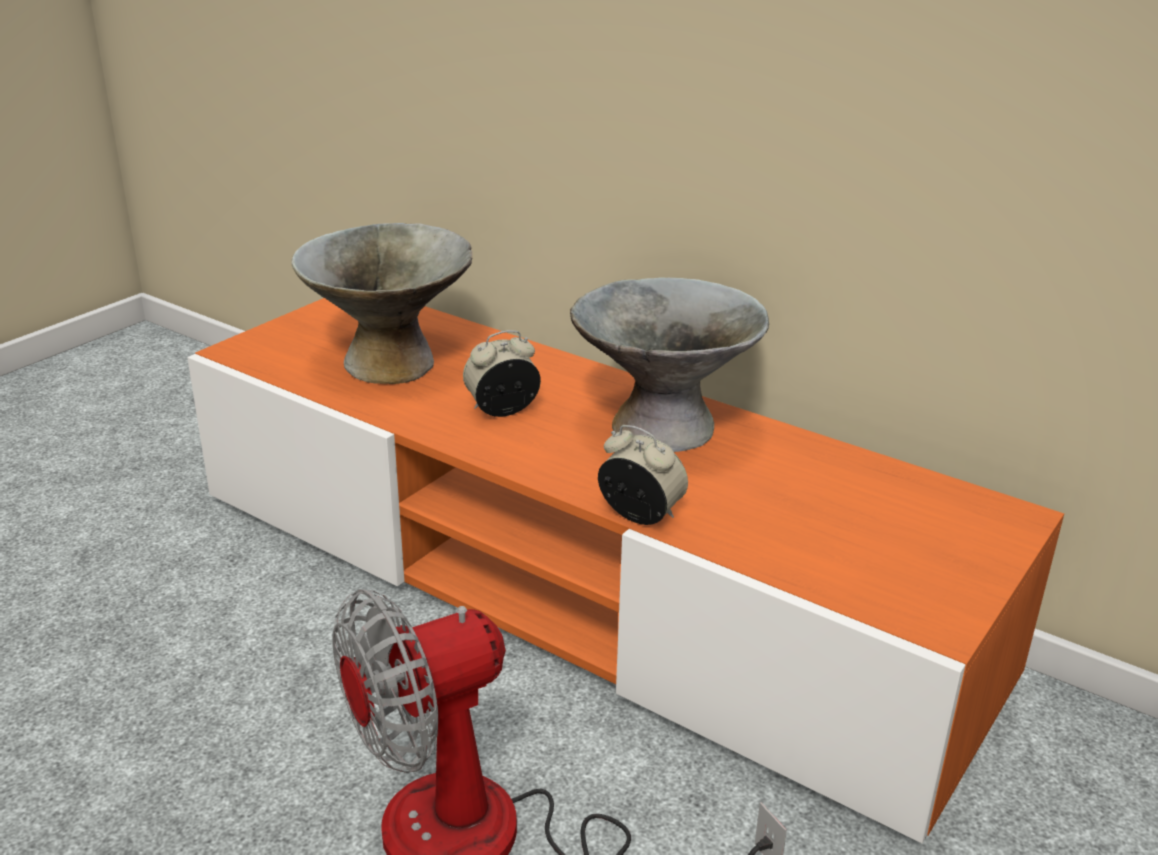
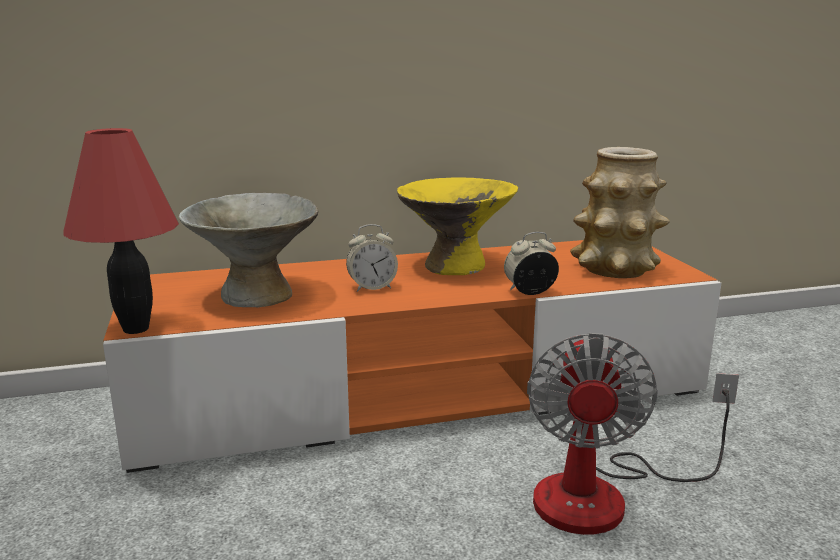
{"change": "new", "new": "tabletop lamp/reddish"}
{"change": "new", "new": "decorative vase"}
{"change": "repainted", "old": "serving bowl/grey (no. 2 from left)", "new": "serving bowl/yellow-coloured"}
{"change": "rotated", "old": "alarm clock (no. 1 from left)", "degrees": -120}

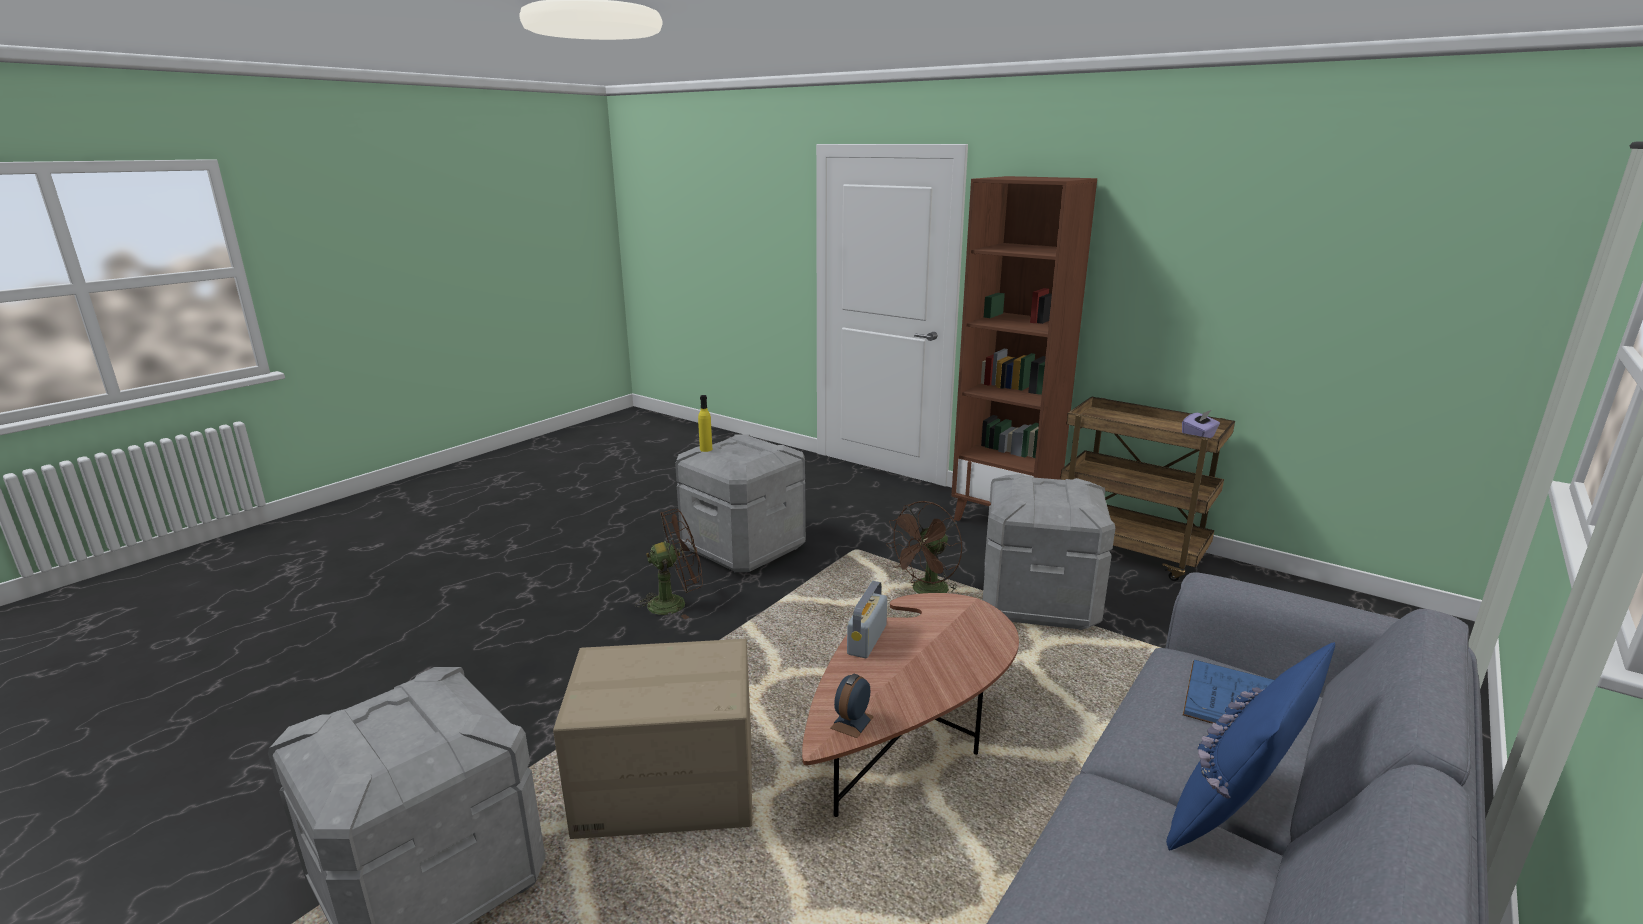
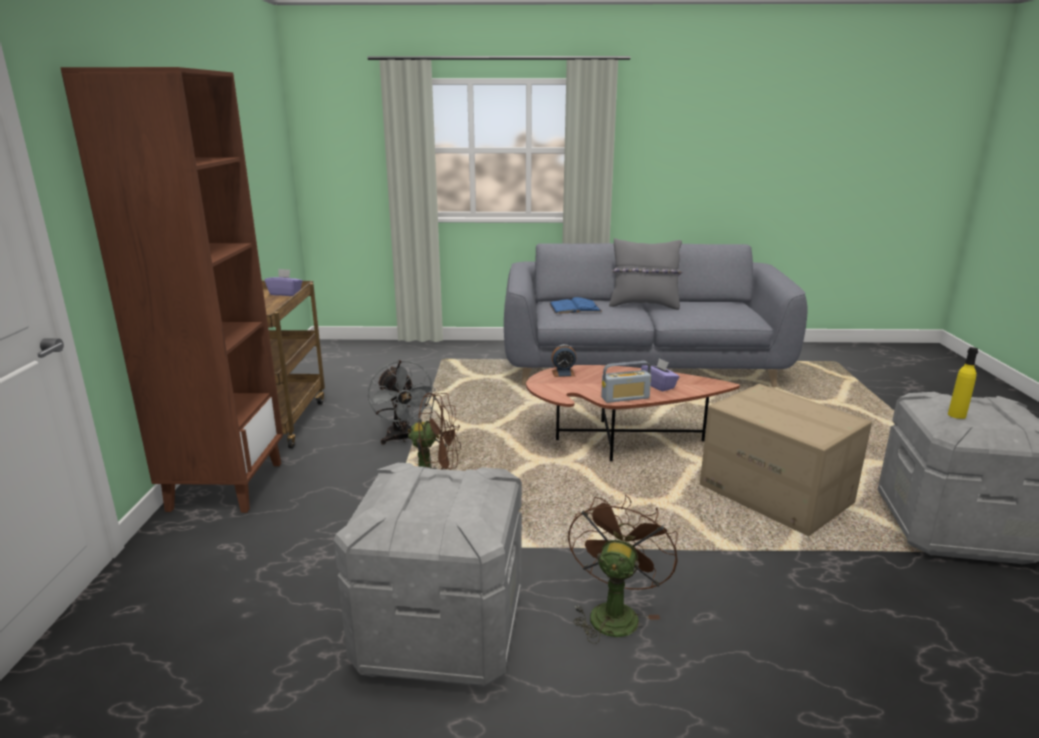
{"change": "new", "new": "box of tissues/purplish (no. 2 from left)"}
{"change": "shifted", "old": "drink bottle/yellow-coloured"}
{"change": "shifted", "old": "alarm clock"}
{"change": "swapped", "old": "storage container/grey (no. 3 from left)", "new": "fan/grey"}
{"change": "repainted", "old": "pillow/blue-coloured", "new": "pillow/grey"}
{"change": "rotated", "old": "fan/brown-coloured (no. 1 from left in the first image)", "degrees": 75}

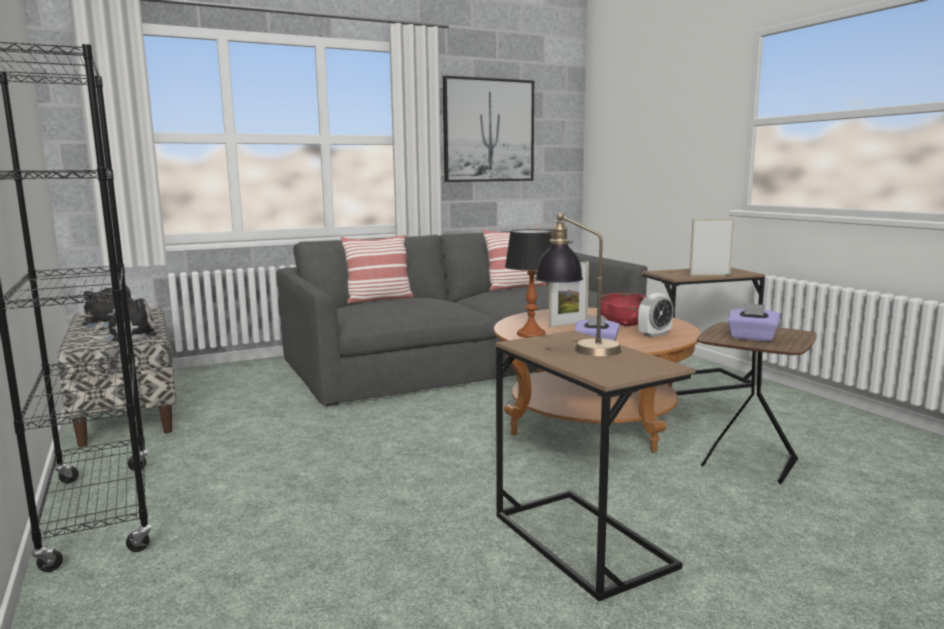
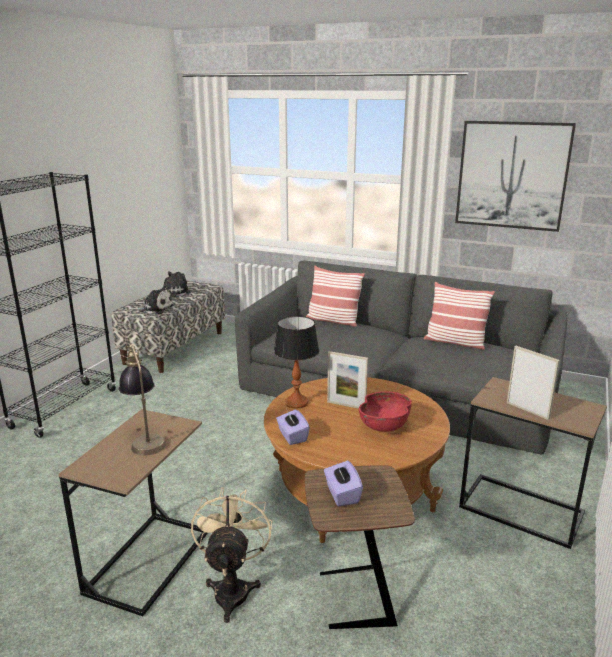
{"change": "gone", "old": "alarm clock"}
{"change": "new", "new": "fan/beige"}

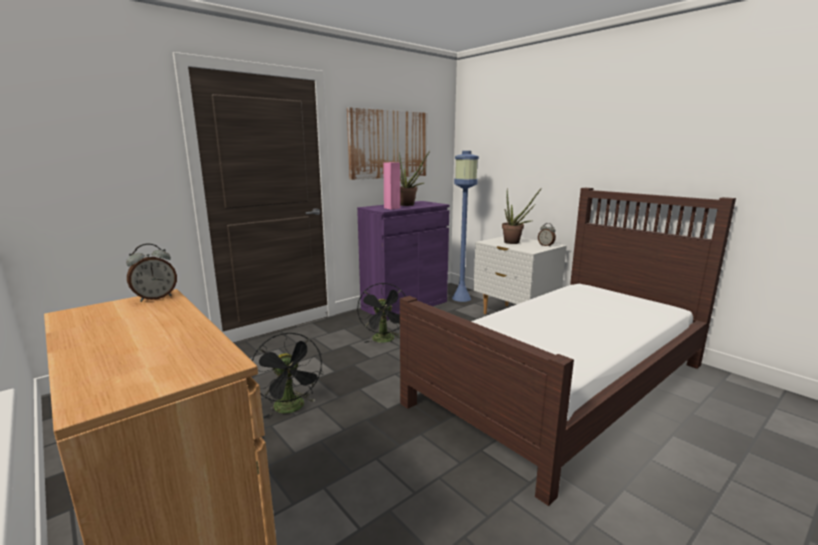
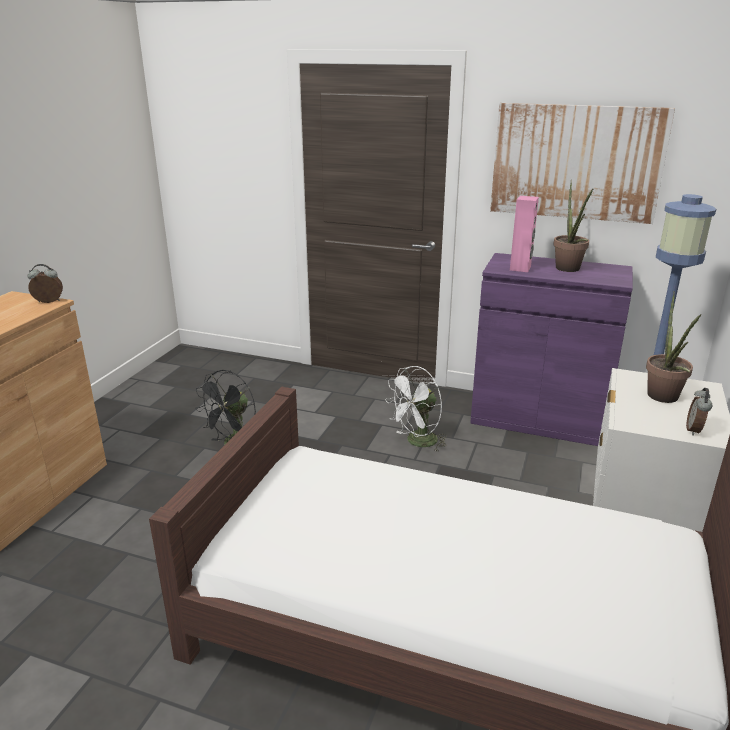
{"change": "repainted", "old": "fan/blackish (no. 2 from left)", "new": "fan/white"}
{"change": "rotated", "old": "alarm clock (no. 1 from left)", "degrees": 150}

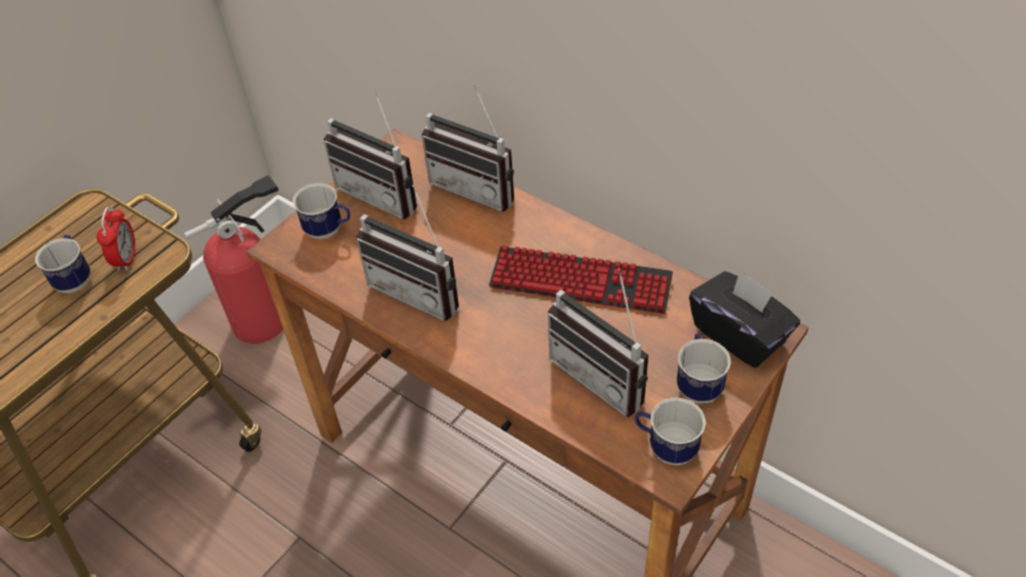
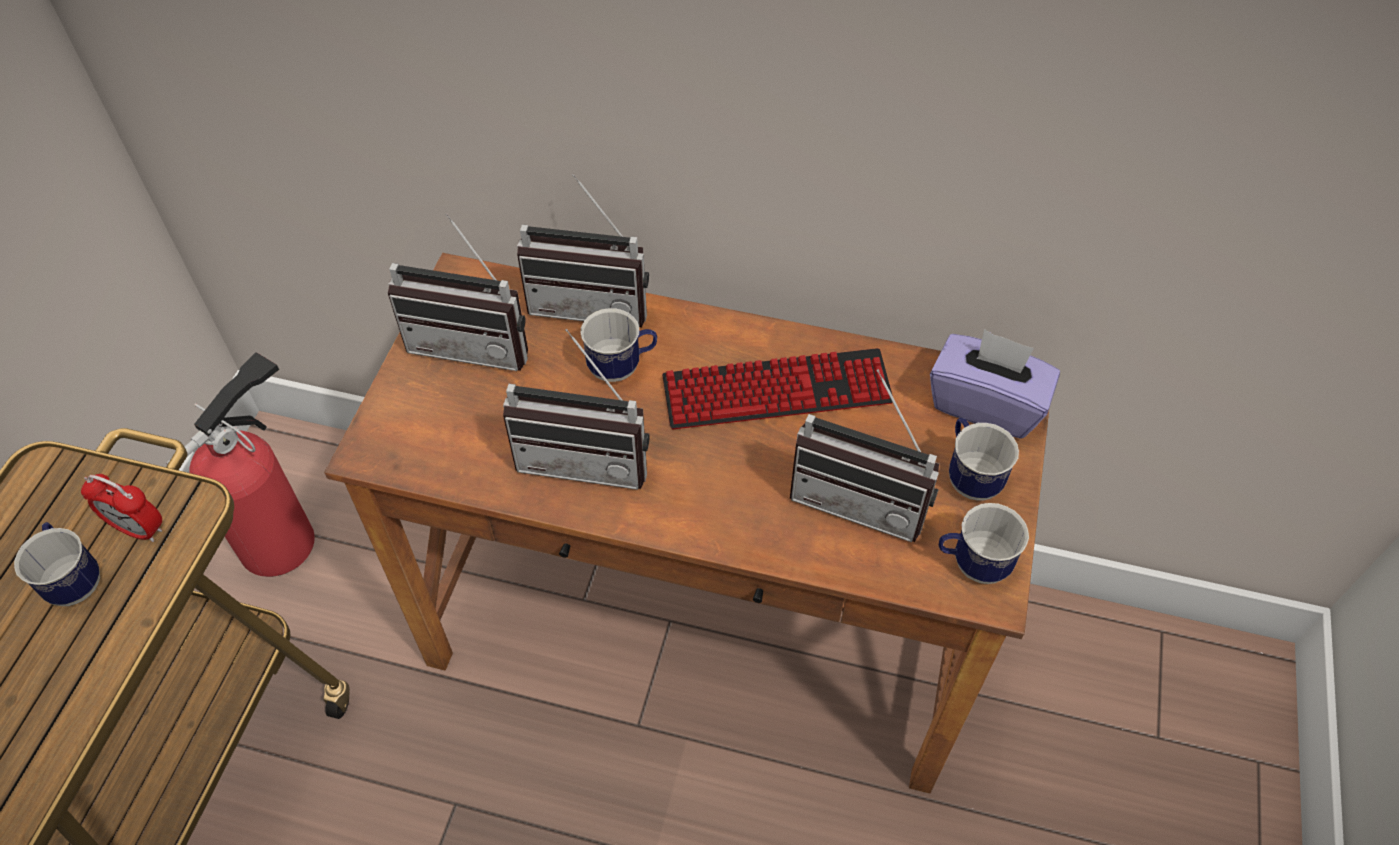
{"change": "shifted", "old": "tea mug (no. 2 from left)"}
{"change": "repainted", "old": "box of tissues/blackish", "new": "box of tissues/purplish"}
{"change": "rotated", "old": "alarm clock", "degrees": 135}

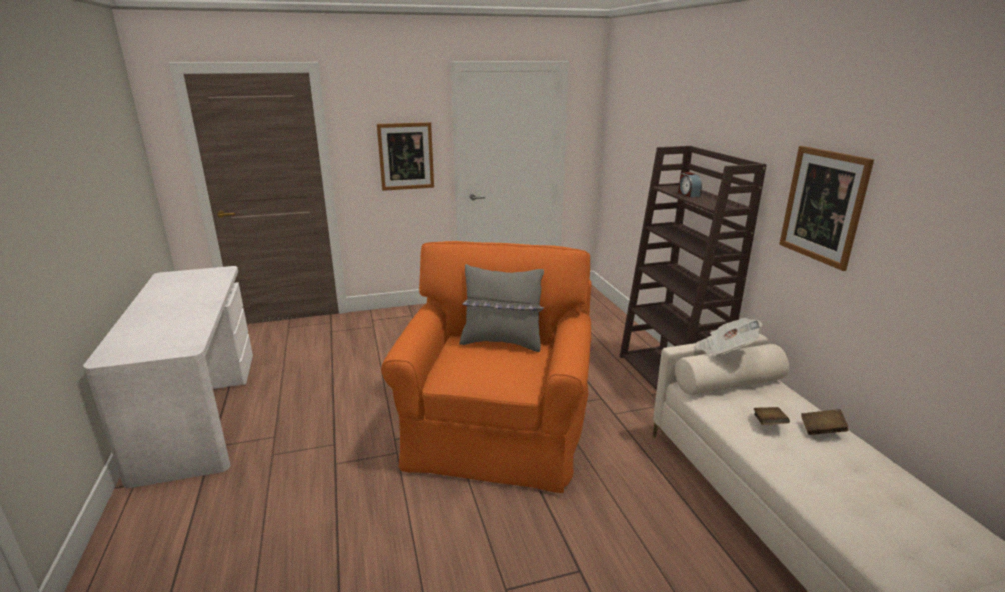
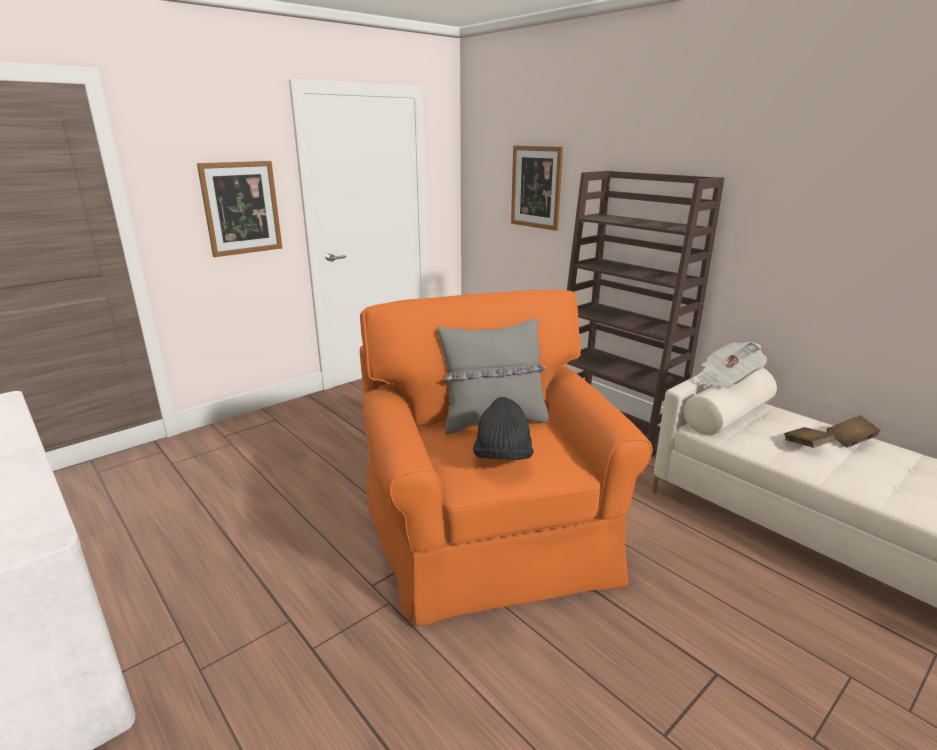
{"change": "gone", "old": "alarm clock"}
{"change": "new", "new": "wearable hat/blackish"}
{"change": "shifted", "old": "wall art (no. 2 from left)"}

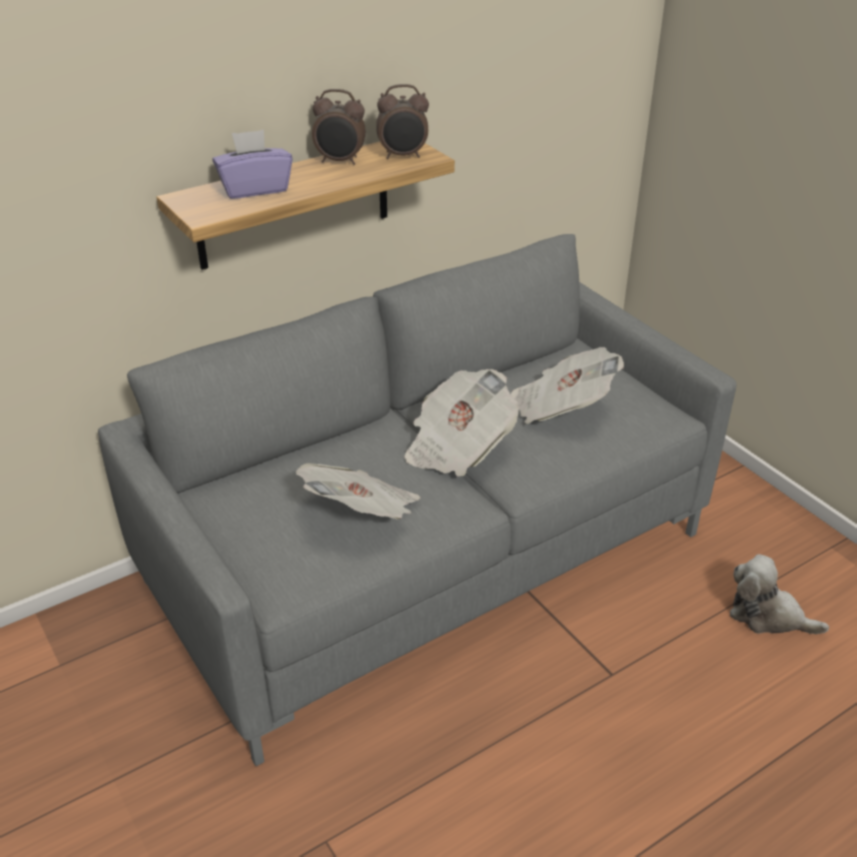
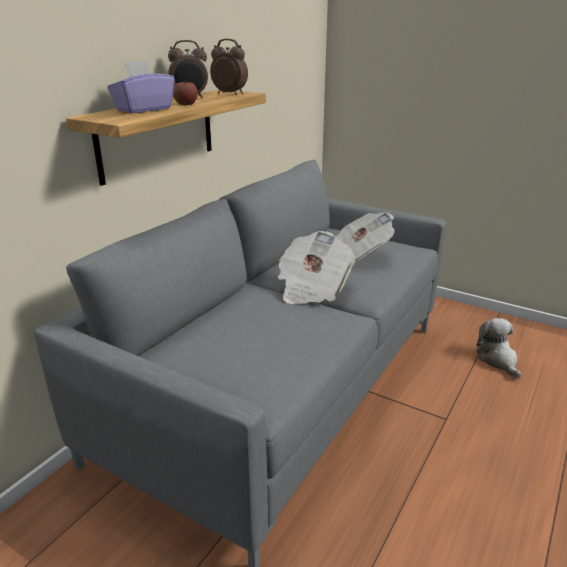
{"change": "gone", "old": "newspaper (no. 1 from left)"}
{"change": "new", "new": "whole apple"}
{"change": "rotated", "old": "alarm clock (no. 2 from left)", "degrees": -120}
{"change": "rotated", "old": "cuddly toy", "degrees": 75}

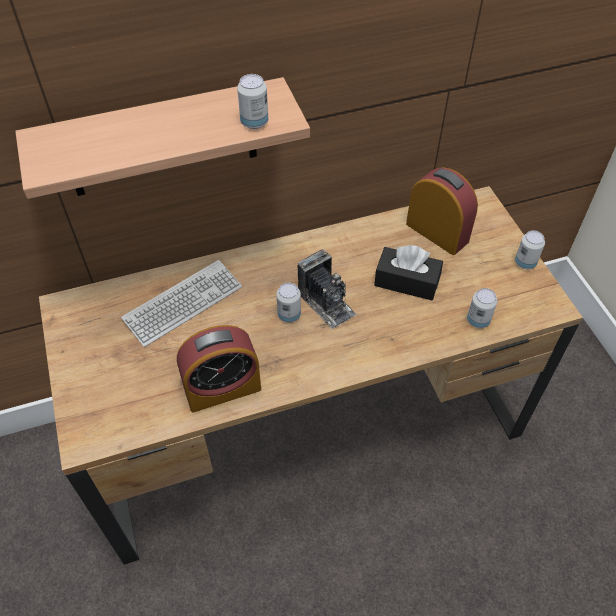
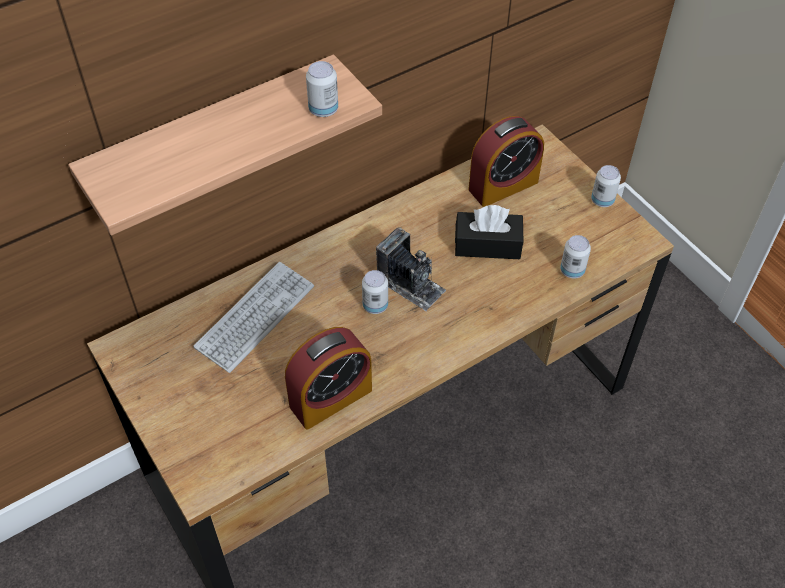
{"change": "rotated", "old": "alarm clock (no. 2 from left)", "degrees": 120}

